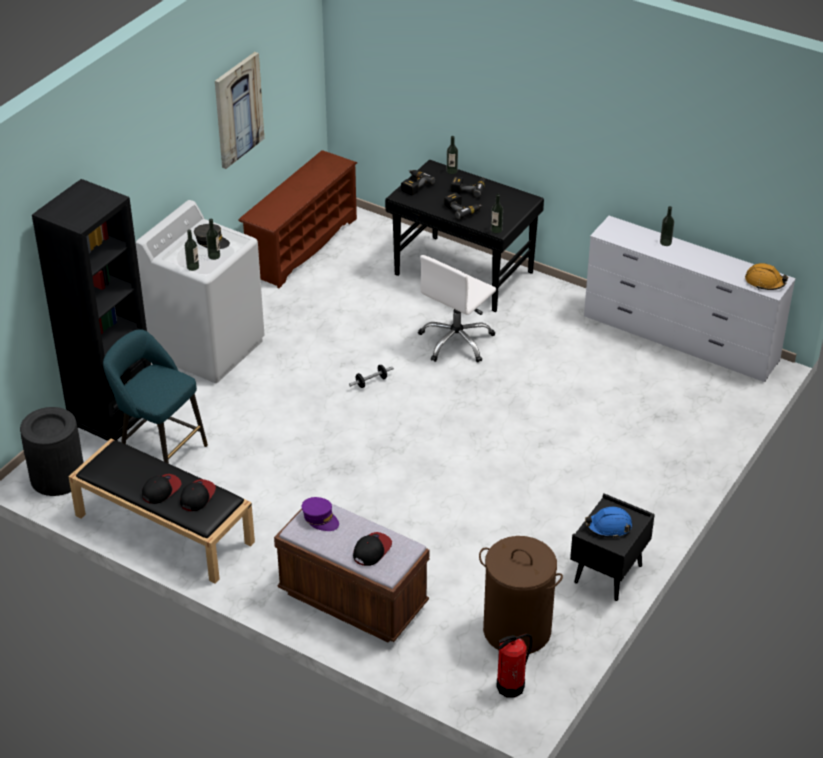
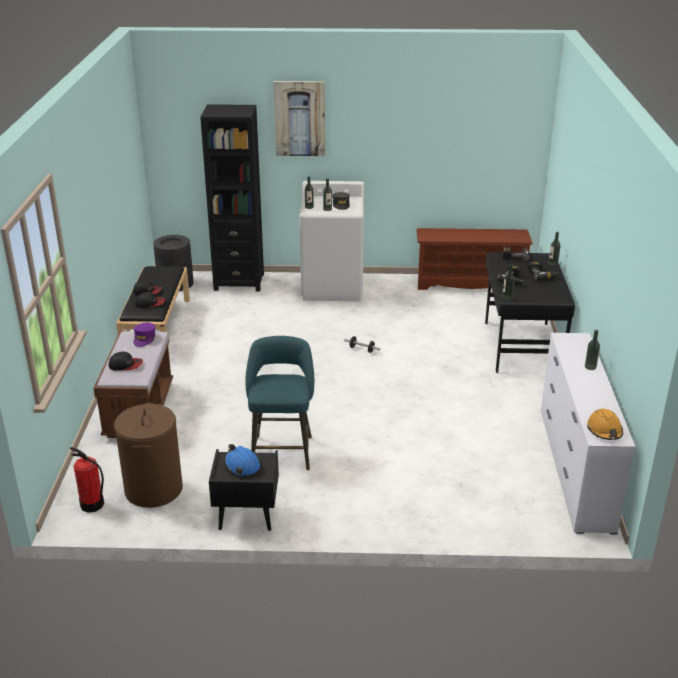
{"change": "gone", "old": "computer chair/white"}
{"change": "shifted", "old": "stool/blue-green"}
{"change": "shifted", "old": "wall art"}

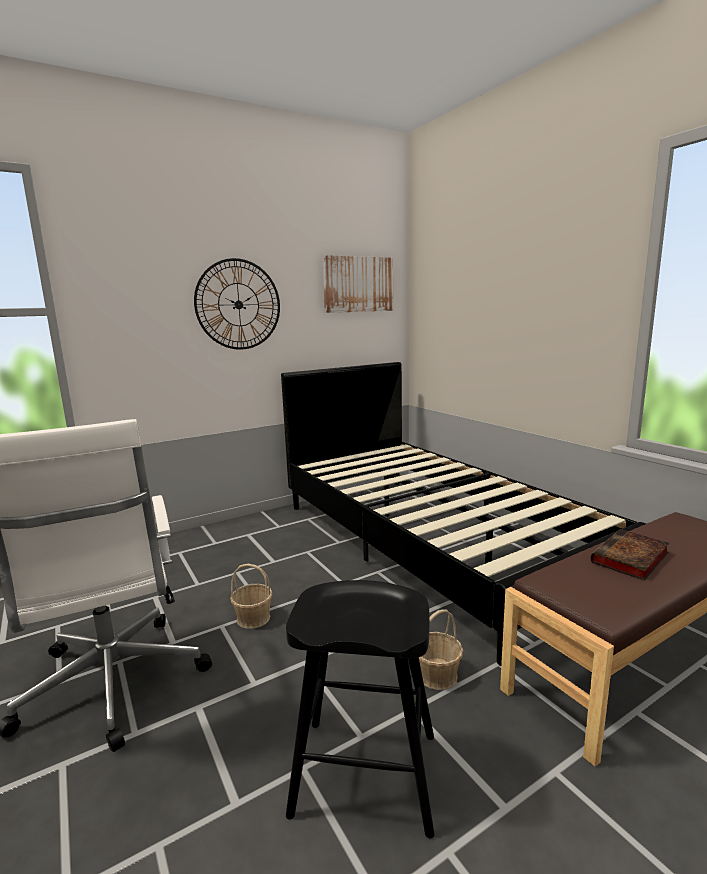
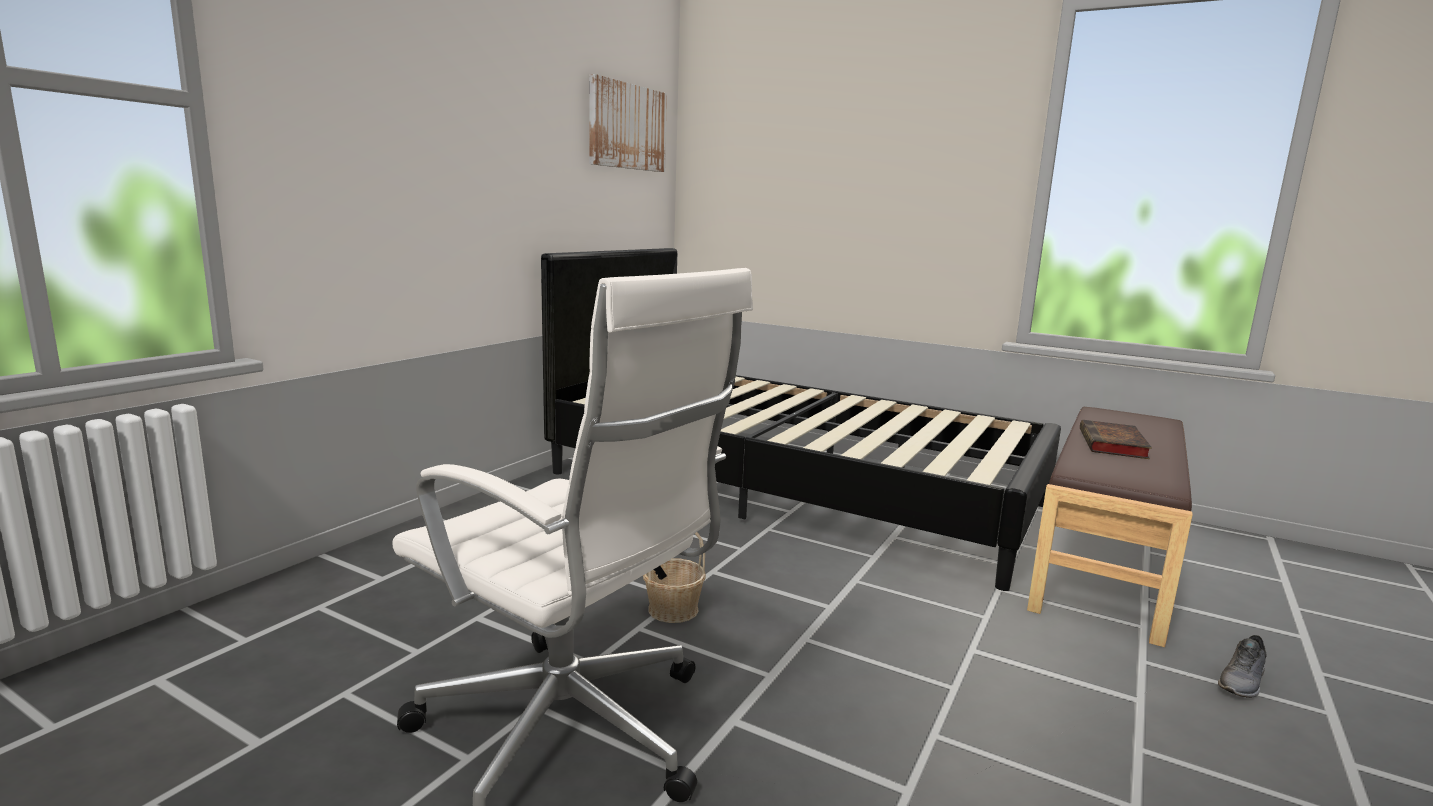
{"change": "gone", "old": "hanging clock"}
{"change": "gone", "old": "stool/blackish"}
{"change": "gone", "old": "household basket (no. 2 from left)"}
{"change": "new", "new": "item of footwear/grey"}

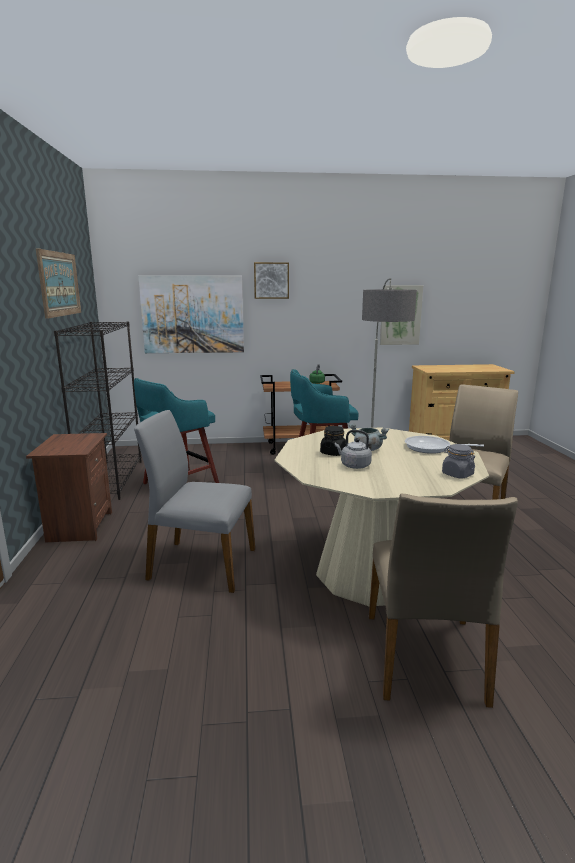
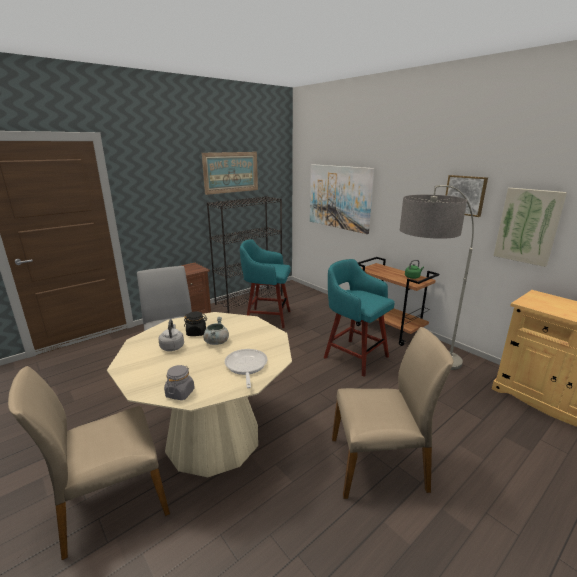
{"change": "shifted", "old": "wall art (no. 3 from left)"}

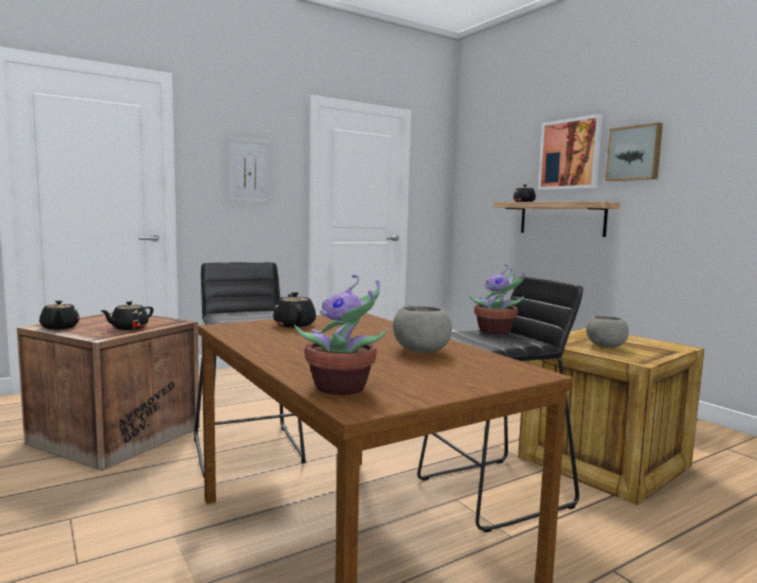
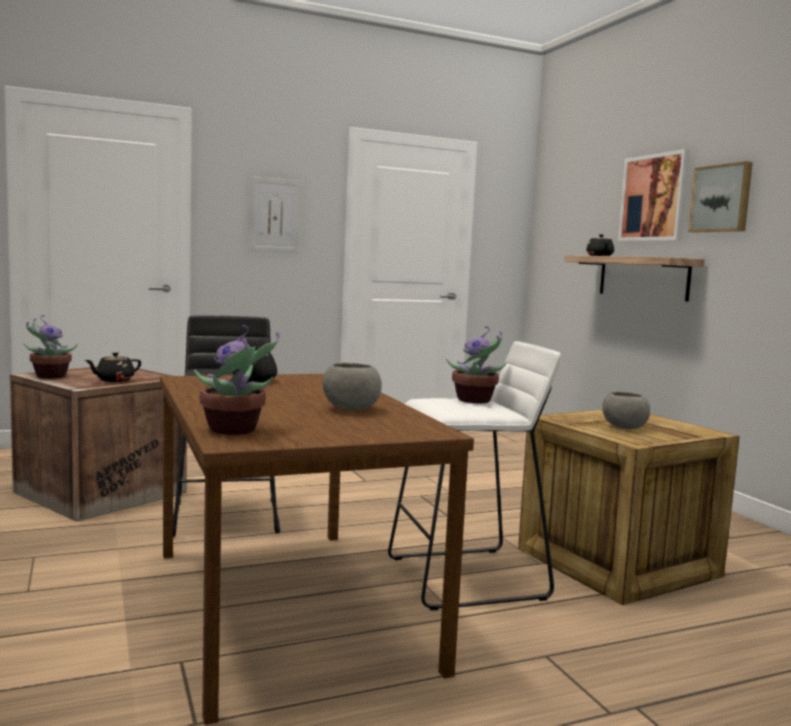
{"change": "swapped", "old": "teapot/blackish (no. 1 from left)", "new": "houseplant (no. 1 from left)"}
{"change": "repainted", "old": "stool/blackish (no. 2 from left)", "new": "stool/white"}

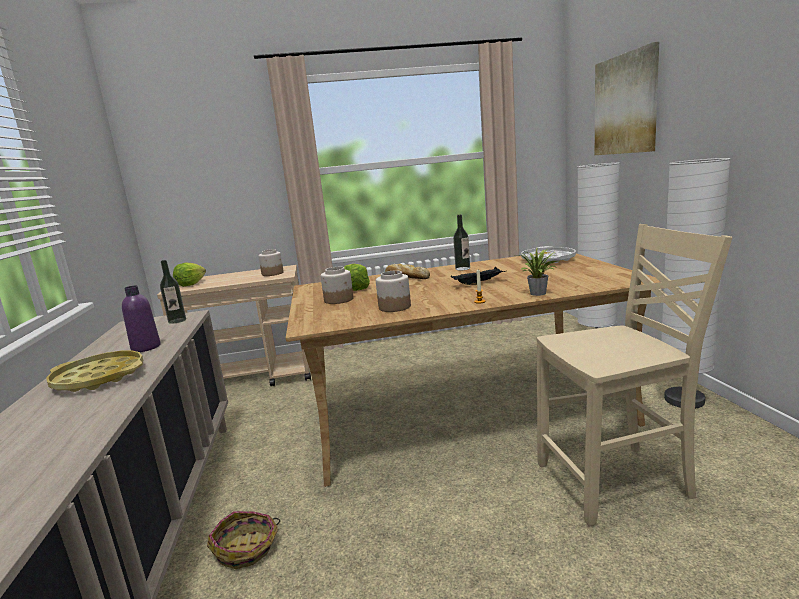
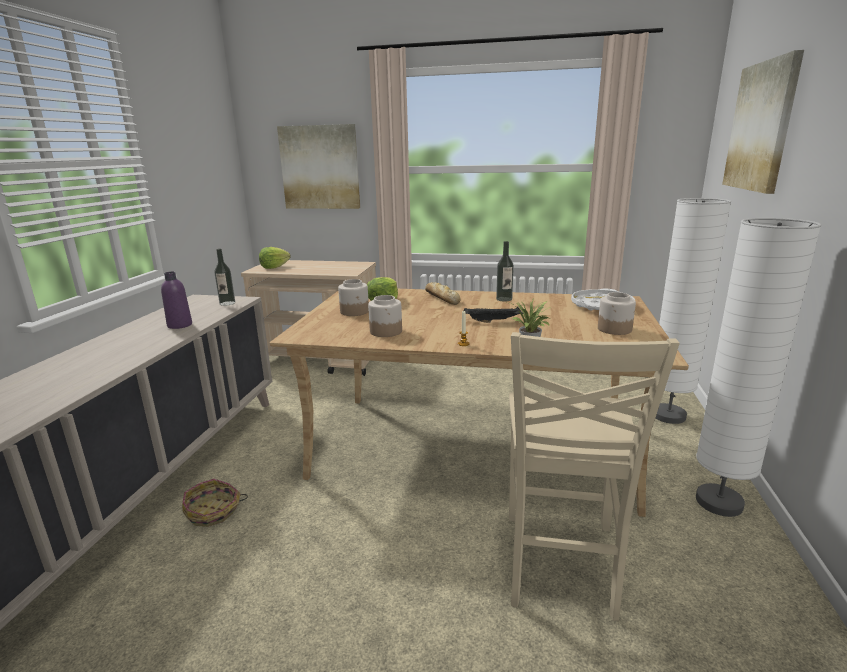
{"change": "gone", "old": "tray/yellow-coloured"}
{"change": "new", "new": "wall art (no. 1 from left)"}
{"change": "shifted", "old": "storage jar (no. 1 from left in the first image)", "new": "storage jar (no. 3 from left)"}
{"change": "rotated", "old": "upright chair/beige", "degrees": 90}

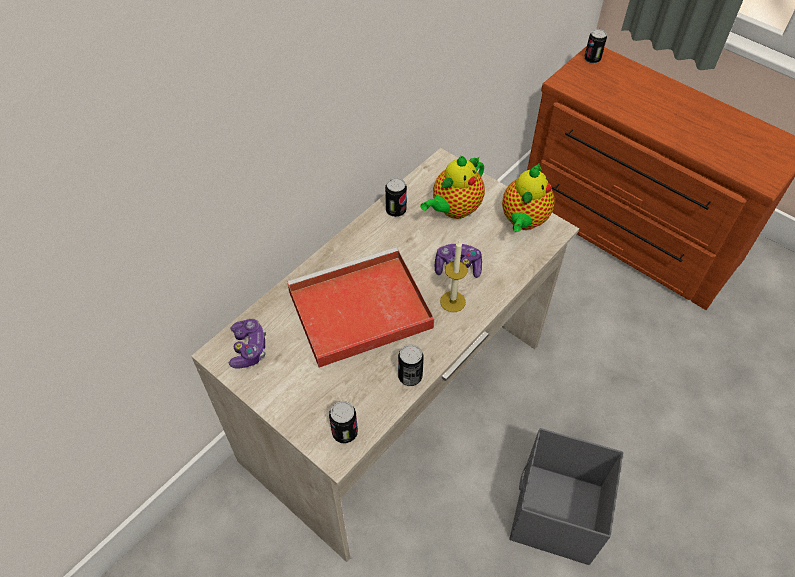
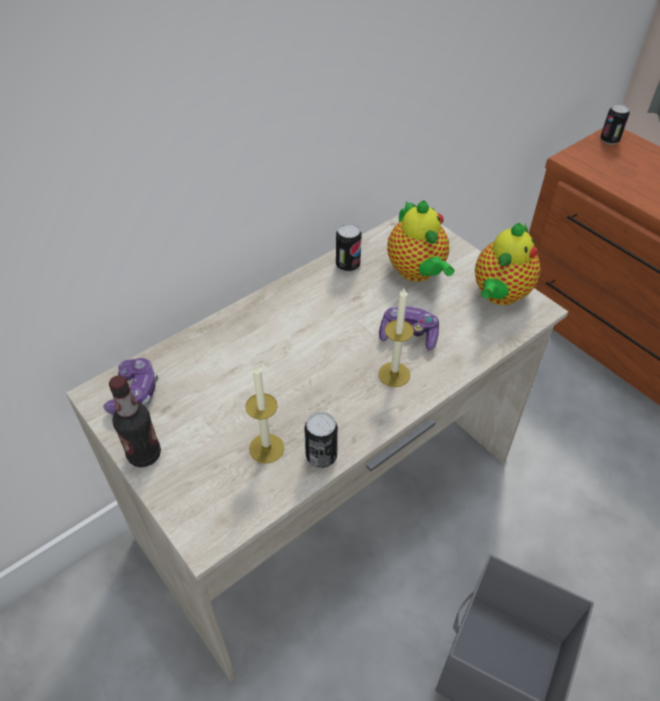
{"change": "gone", "old": "tray/reddish"}
{"change": "gone", "old": "sealed can (no. 1 from left)"}
{"change": "new", "new": "drink bottle"}
{"change": "new", "new": "candle (no. 1 from left)"}
{"change": "rotated", "old": "teapot (no. 1 from left)", "degrees": -75}

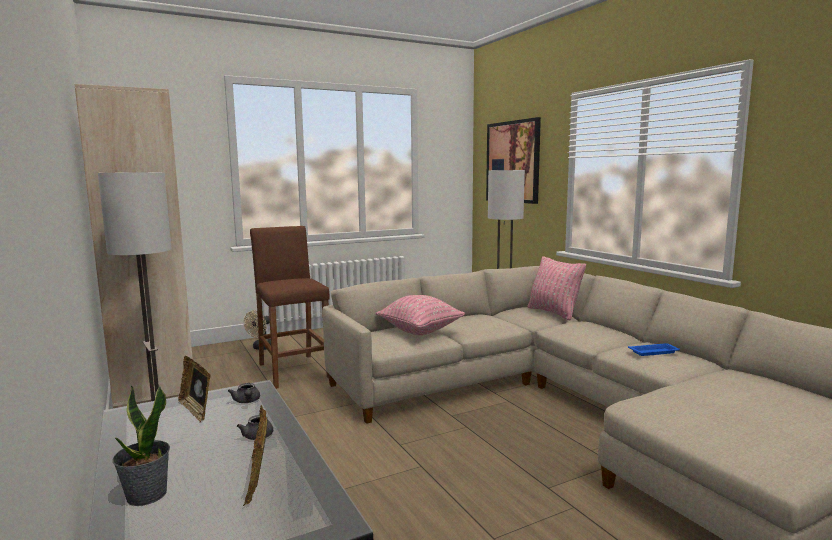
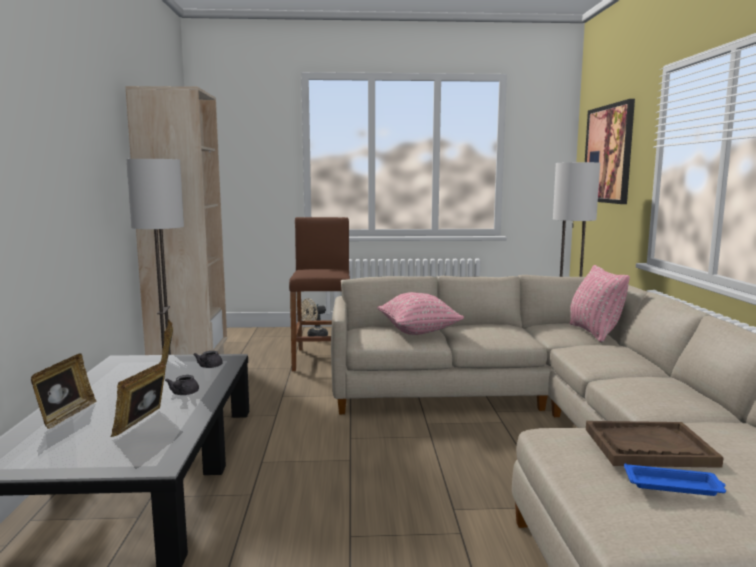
{"change": "new", "new": "tray/brown-coloured"}
{"change": "shifted", "old": "tray/blue-coloured"}
{"change": "swapped", "old": "houseplant", "new": "standing frame (no. 1 from left)"}

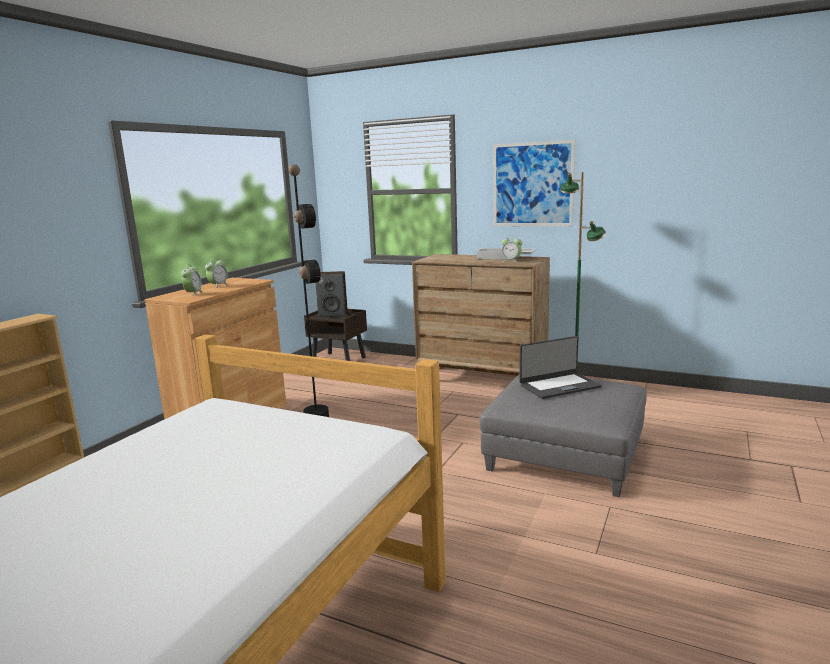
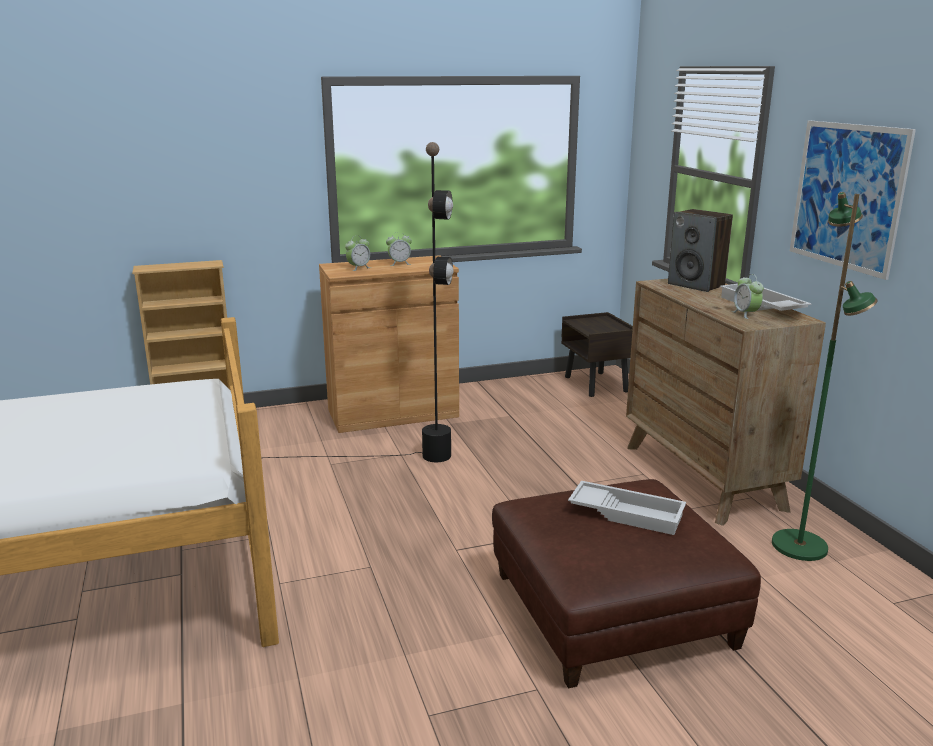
{"change": "shifted", "old": "loudspeaker"}
{"change": "swapped", "old": "notebook computer", "new": "tray/white (no. 1 from left)"}
{"change": "repainted", "old": "pouffe/grey", "new": "pouffe/brown-coloured"}

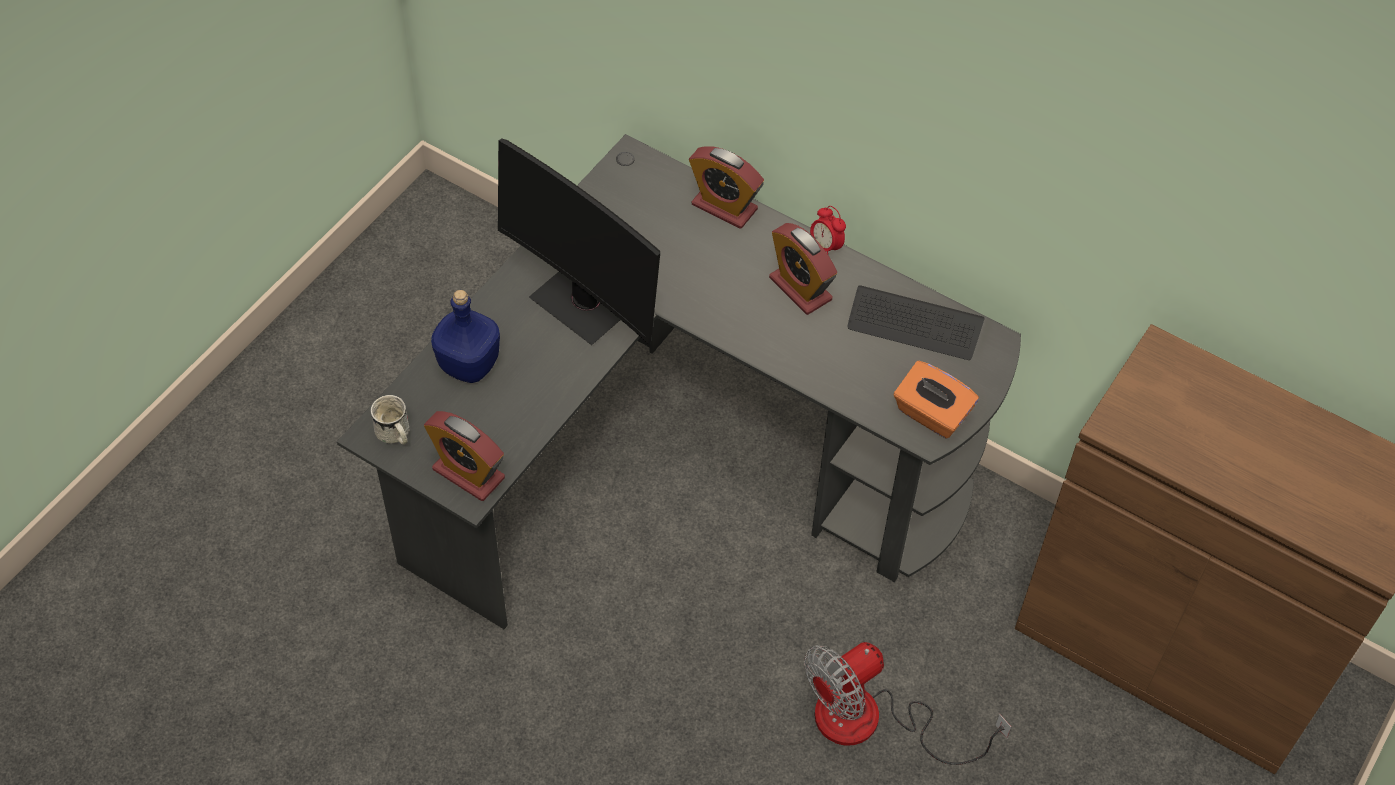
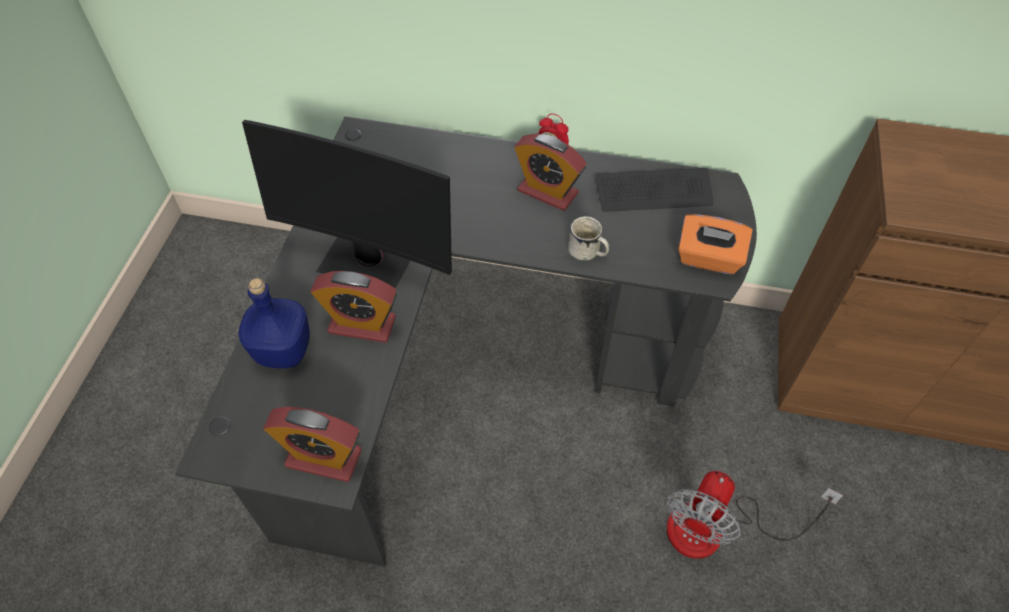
{"change": "shifted", "old": "tea mug/white"}
{"change": "shifted", "old": "alarm clock (no. 2 from left)"}

